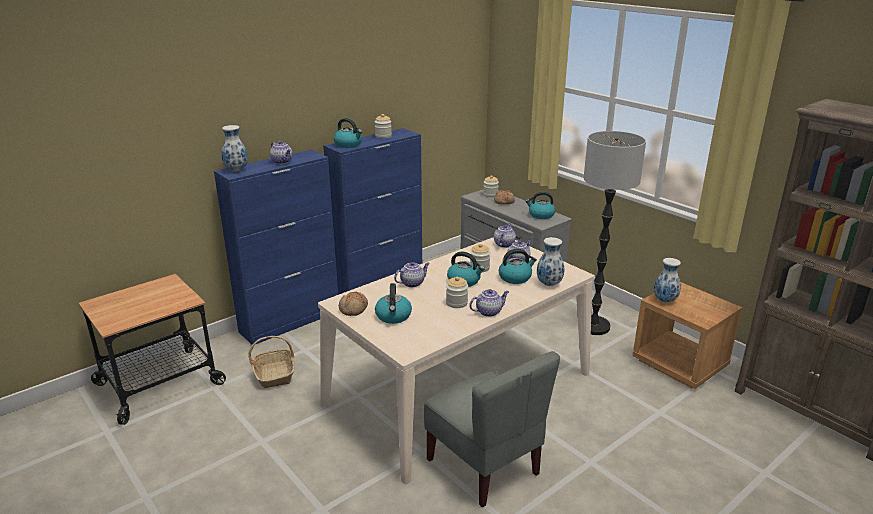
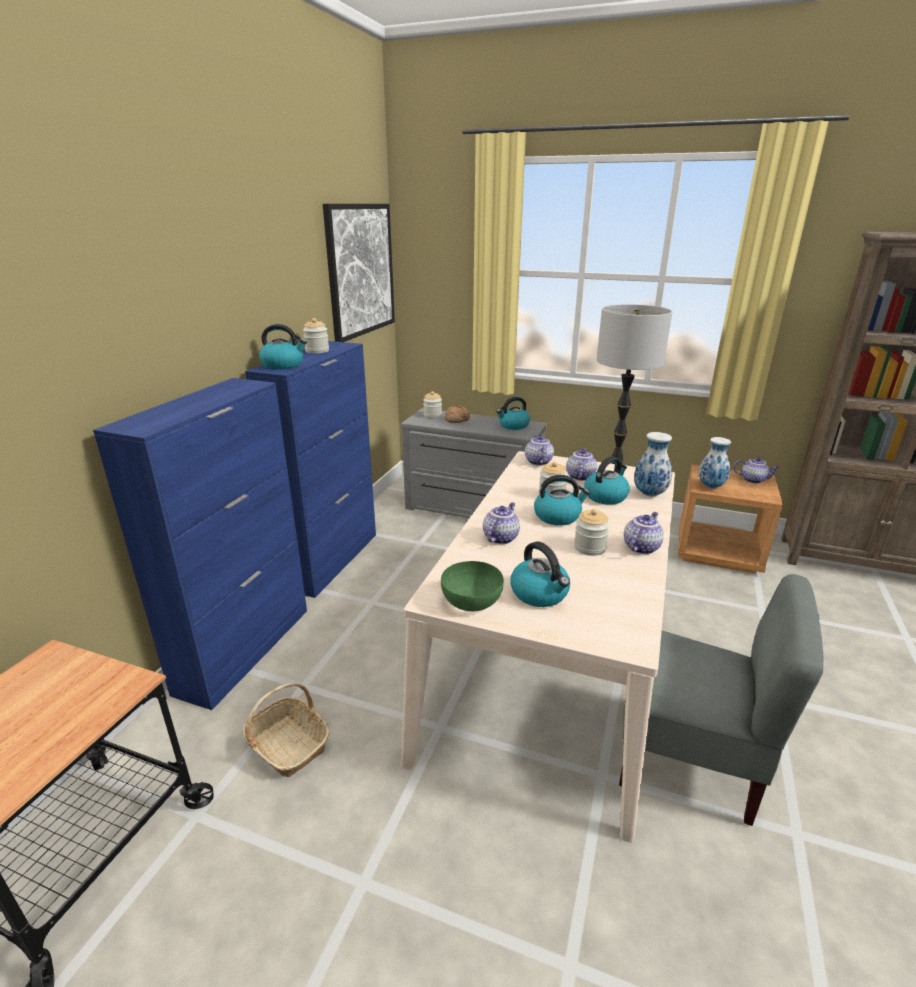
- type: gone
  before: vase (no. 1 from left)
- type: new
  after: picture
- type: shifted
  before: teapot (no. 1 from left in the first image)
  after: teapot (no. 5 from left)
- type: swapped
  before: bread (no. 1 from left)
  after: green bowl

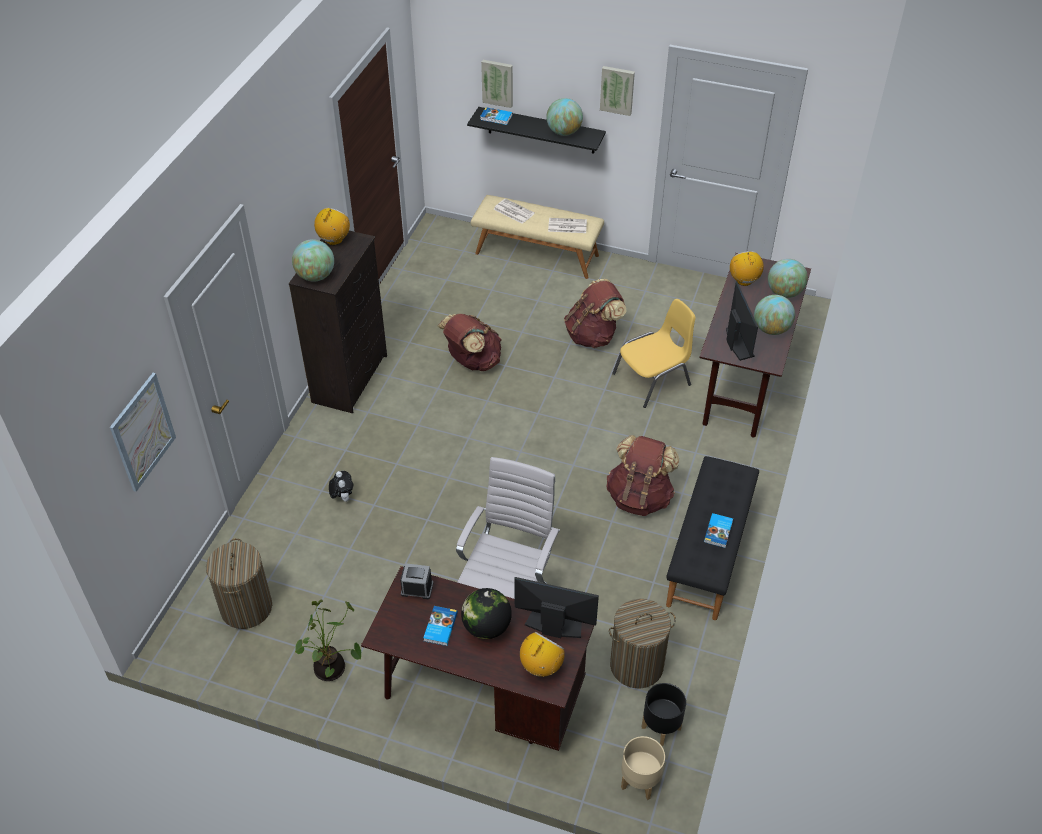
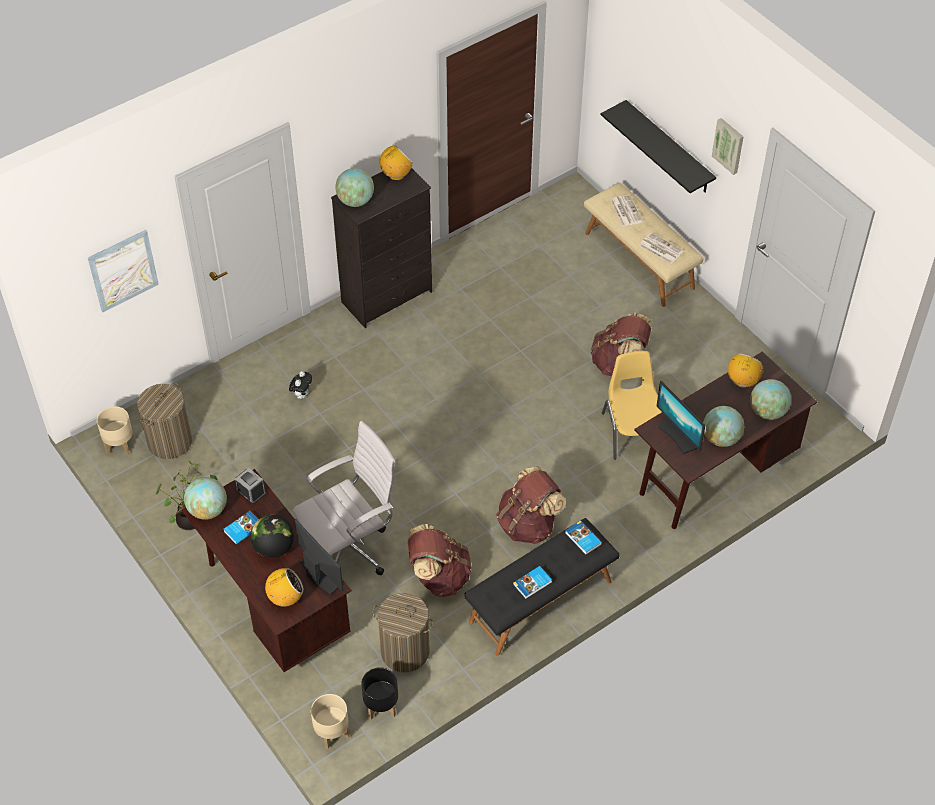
- type: gone
  before: picture (no. 2 from left)
- type: new
  after: beige planter (no. 1 from left)
- type: shifted
  before: brown backpack (no. 1 from left)
- type: shifted
  before: book (no. 2 from left in the first image)
  after: book (no. 3 from left)
- type: shifted
  before: globe (no. 3 from left in the first image)
  after: globe (no. 1 from left)
- type: rotated
  before: yellow chair
  turn: -105
- type: rotated
  before: monitor (no. 2 from left)
  turn: 120

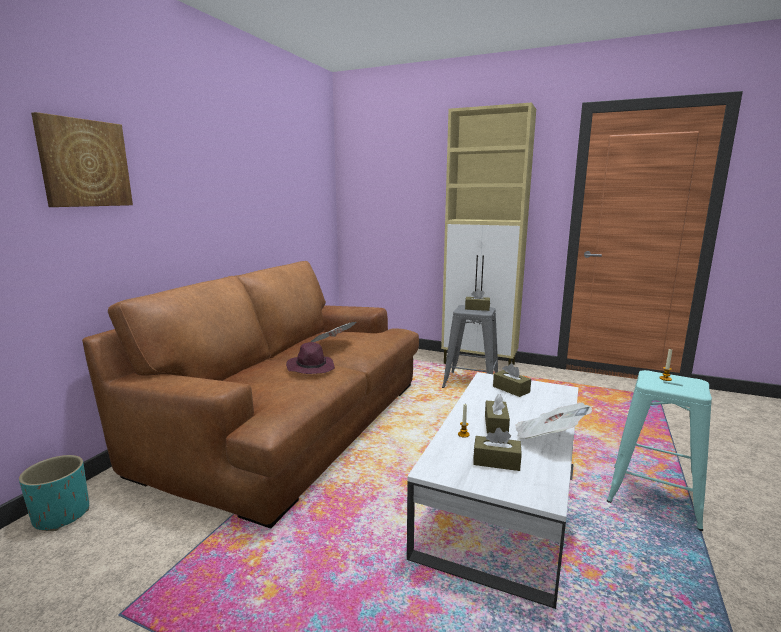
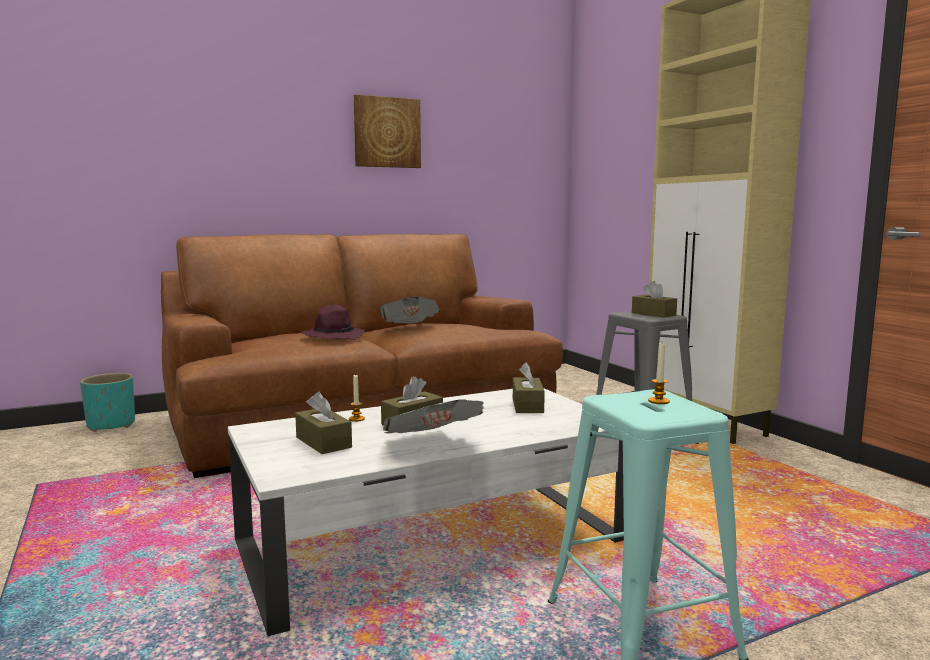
- type: shifted
  before: picture

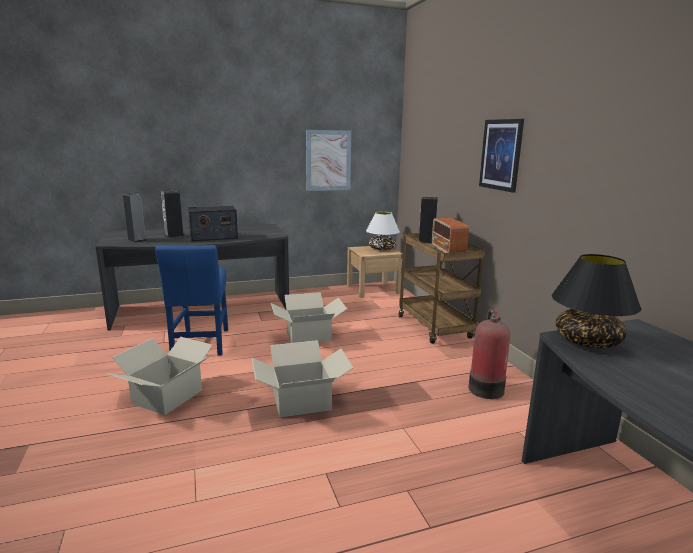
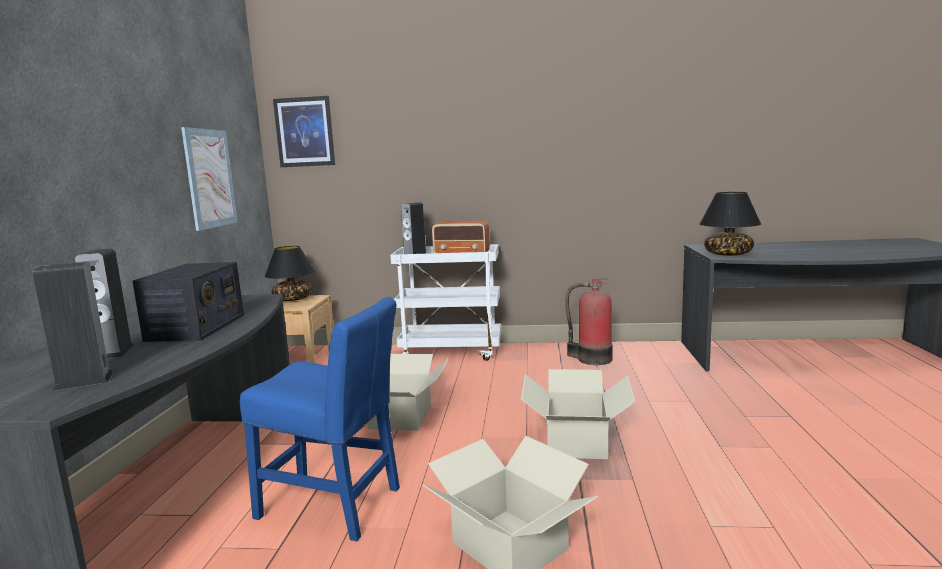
- type: shifted
  before: picture (no. 2 from left)
- type: repainted
  before: white table lamp
  after: black table lamp (no. 1 from left)
- type: repainted
  before: brown cart
  after: white cart

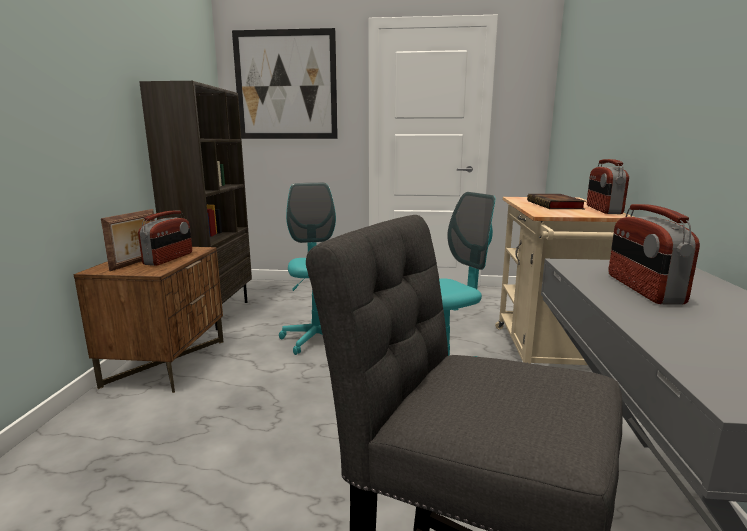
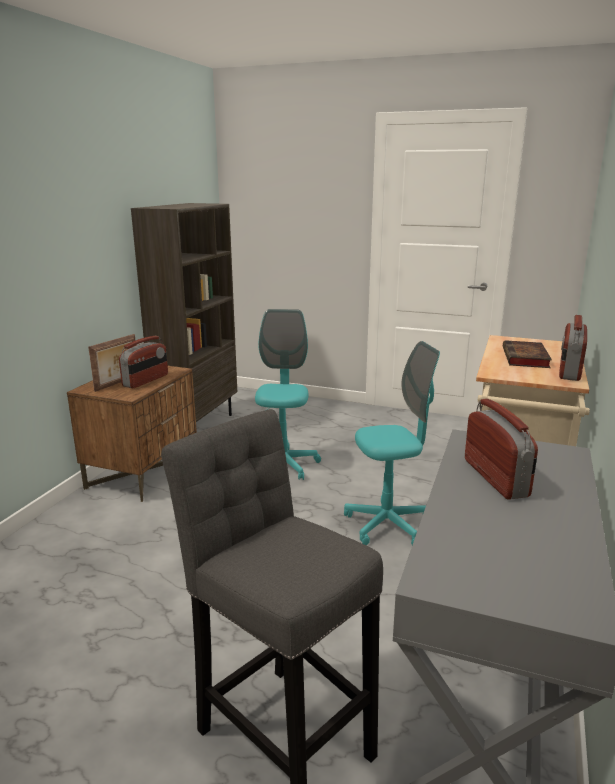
- type: gone
  before: picture
- type: rotated
  before: radio (no. 3 from left in the first image)
  turn: 150

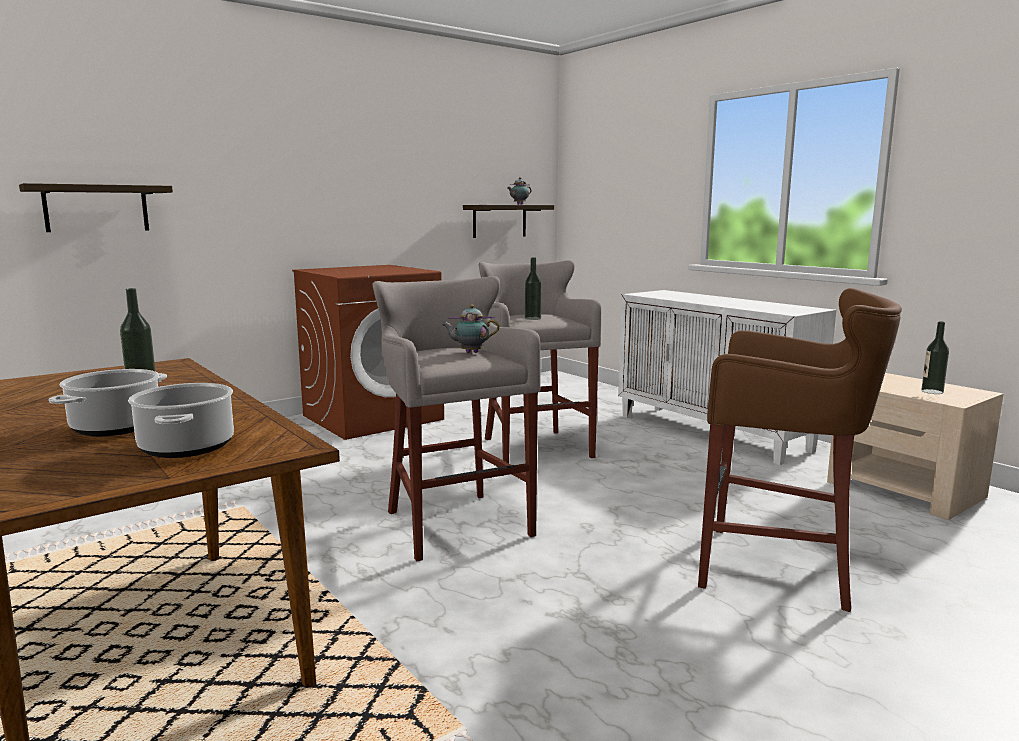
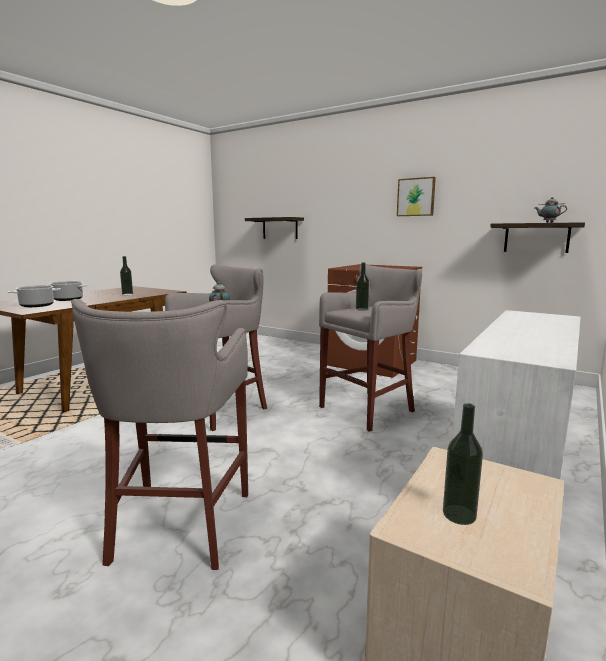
- type: new
  after: picture
- type: repainted
  before: brown stool
  after: grey stool (no. 1 from left)

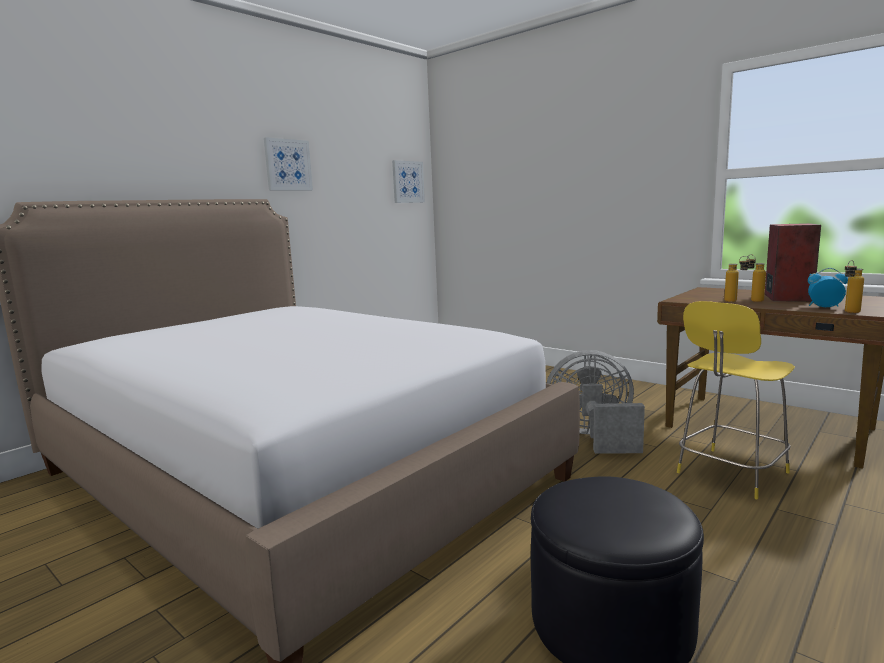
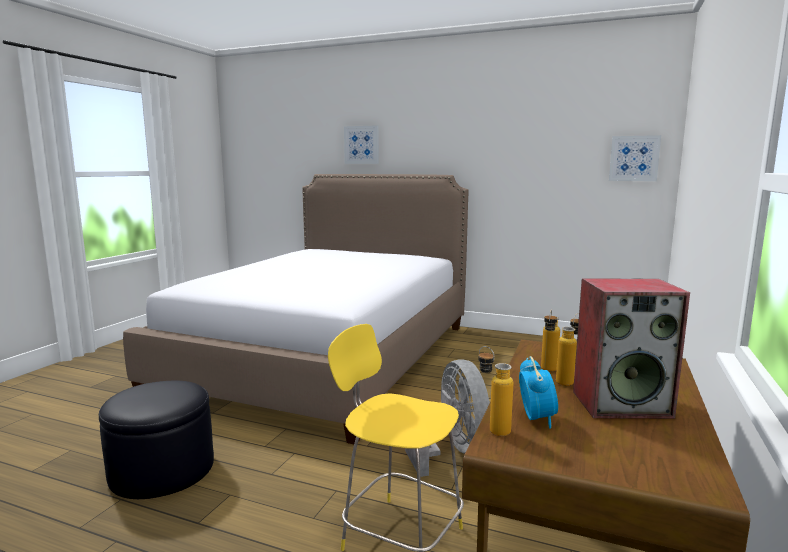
- type: shifted
  before: picture (no. 1 from left)

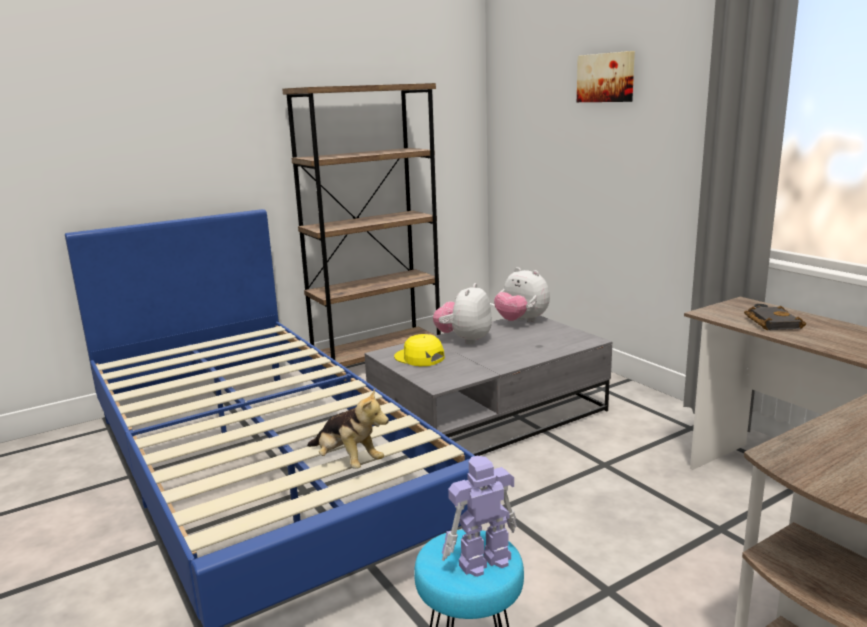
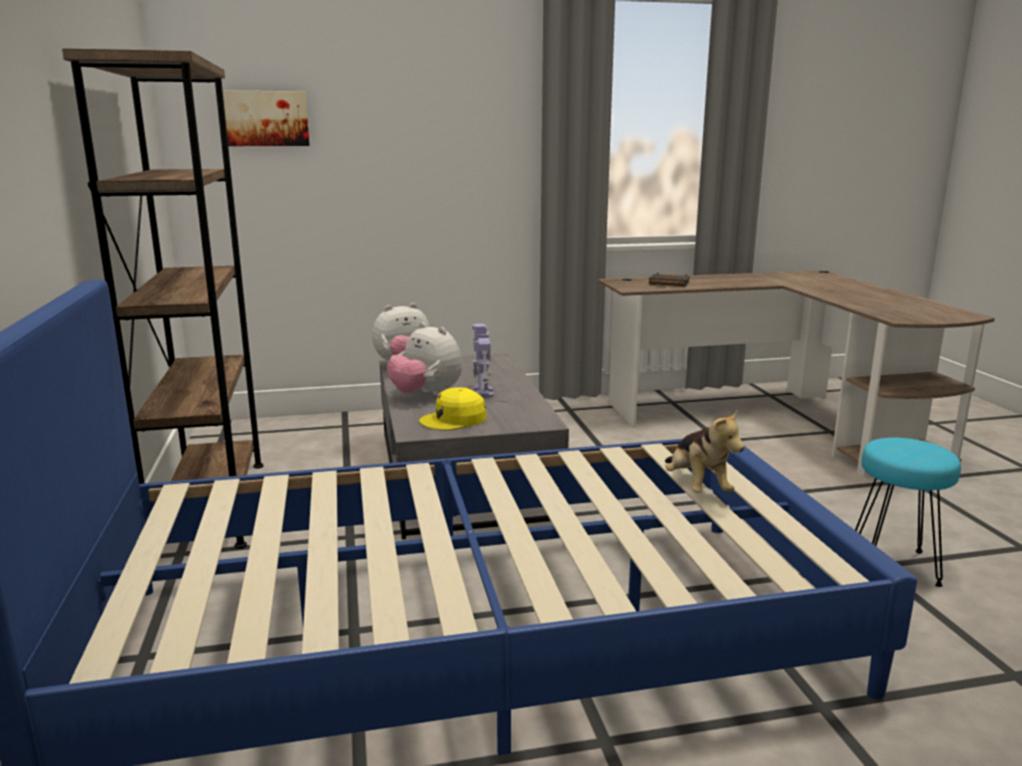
- type: shifted
  before: toy robot
- type: shifted
  before: picture
- type: rotated
  before: plush toy (no. 1 from left in the first image)
  turn: 105

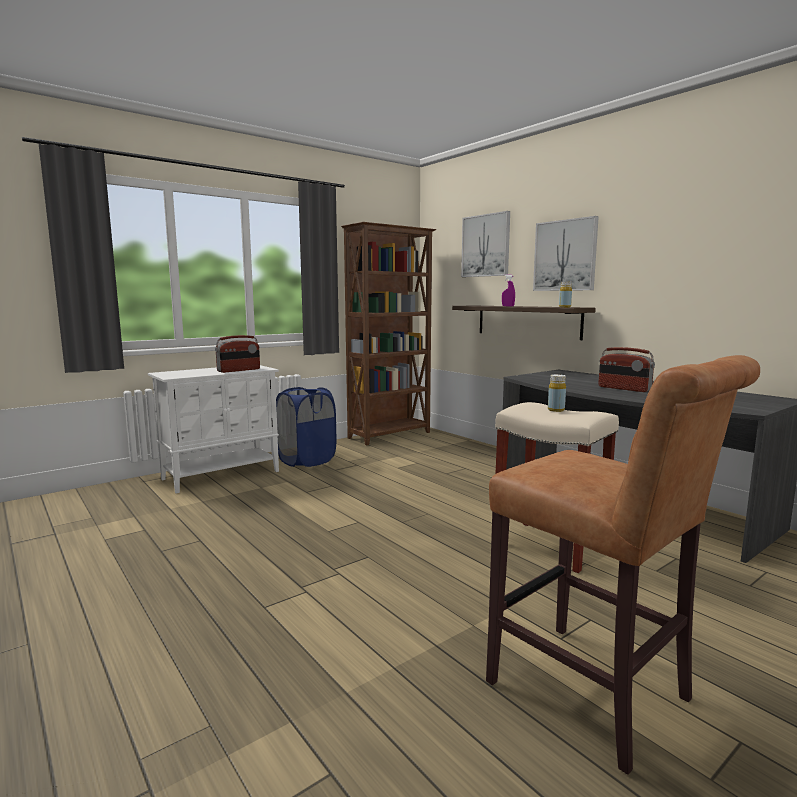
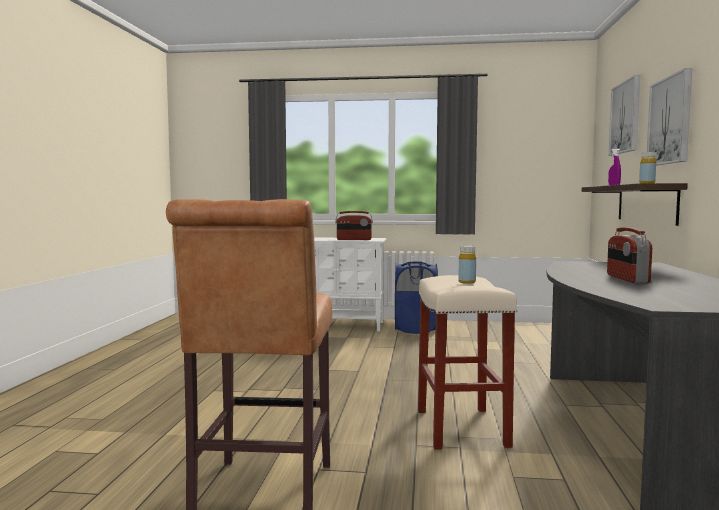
- type: gone
  before: brown bookcase

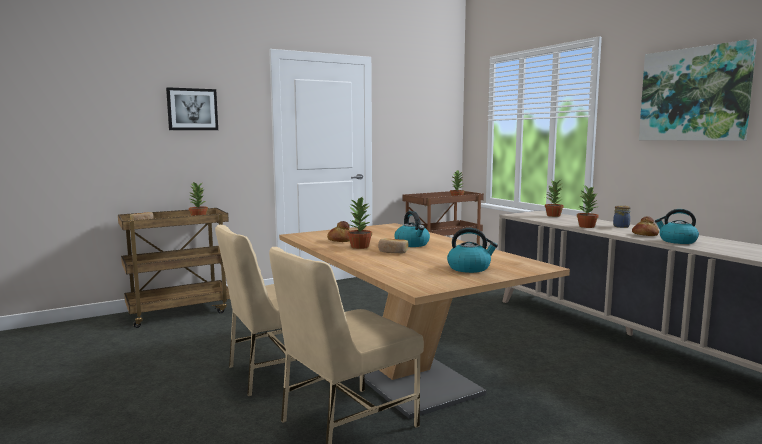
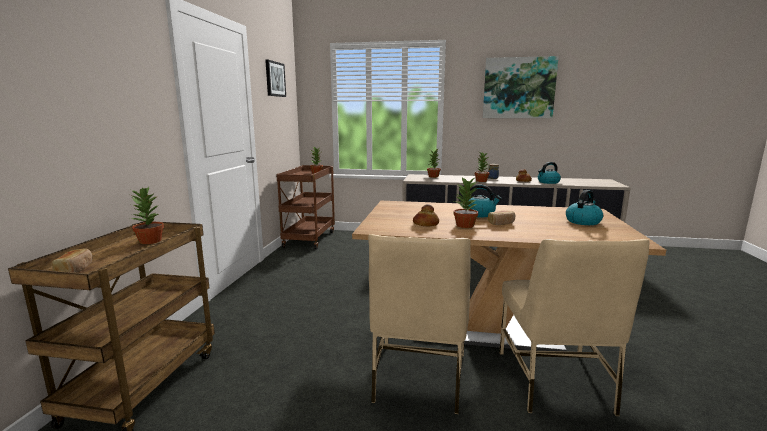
- type: shifted
  before: picture (no. 1 from left)

